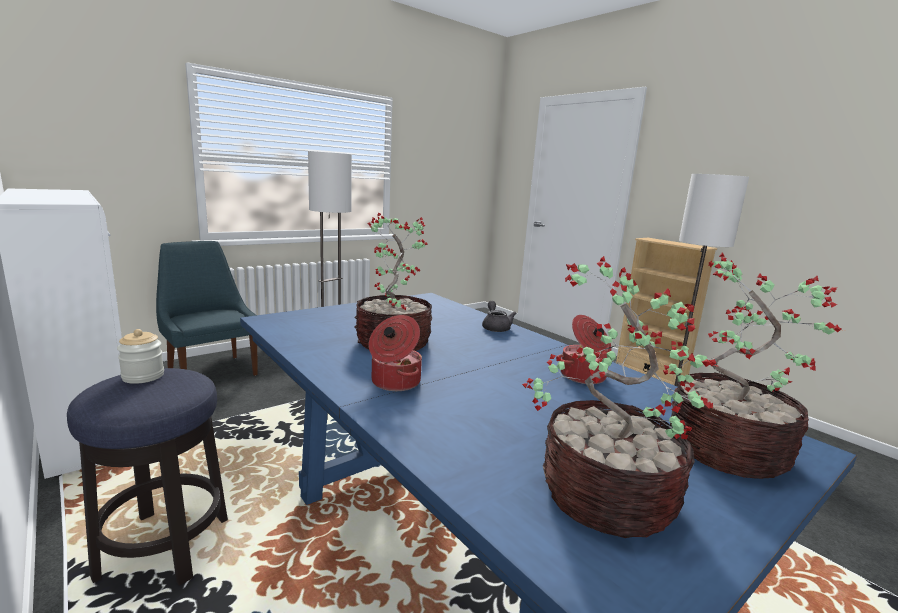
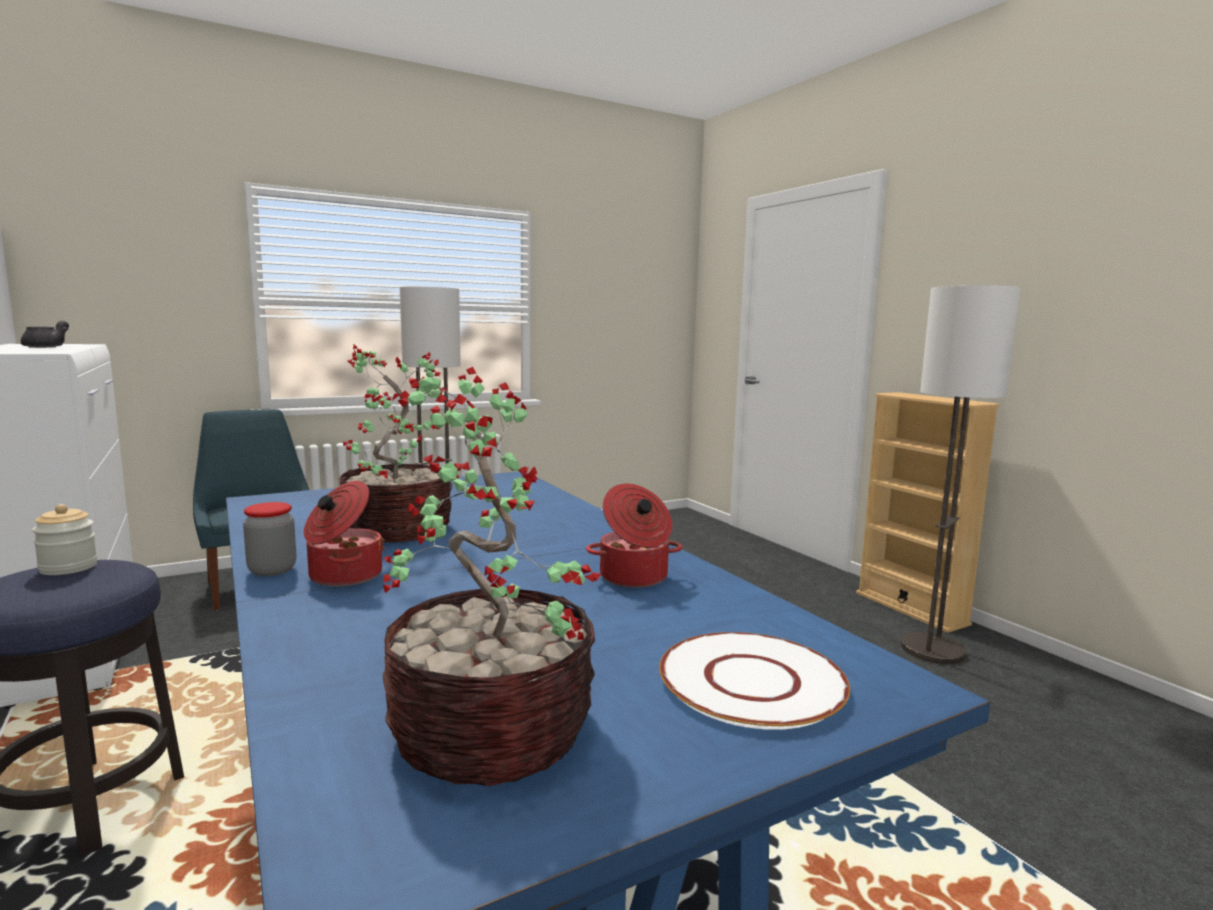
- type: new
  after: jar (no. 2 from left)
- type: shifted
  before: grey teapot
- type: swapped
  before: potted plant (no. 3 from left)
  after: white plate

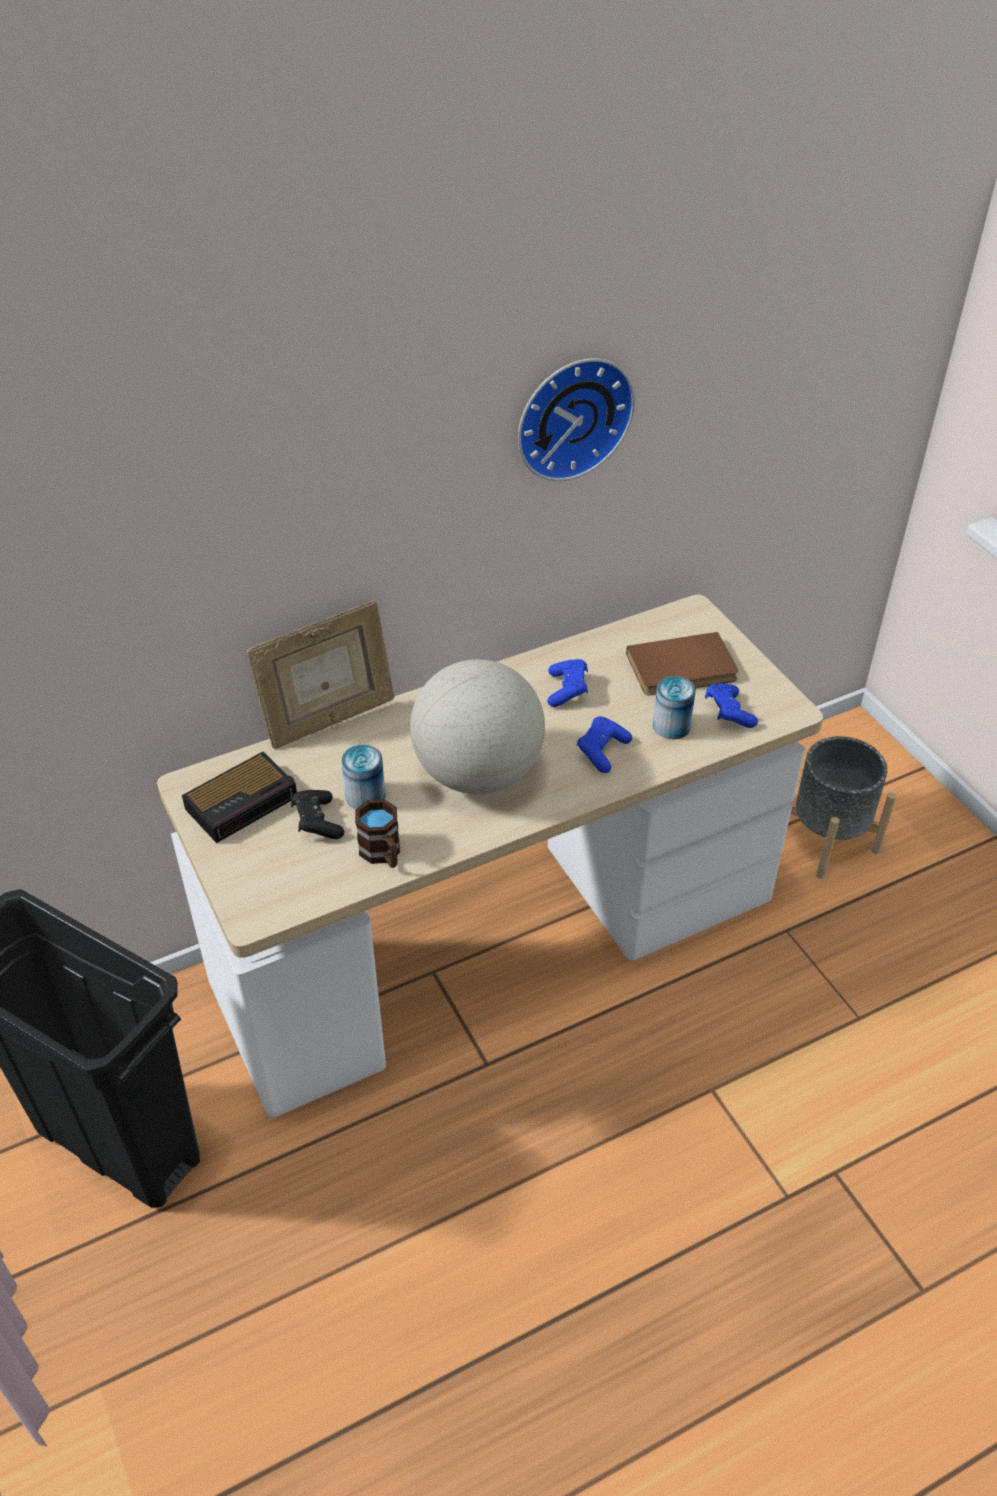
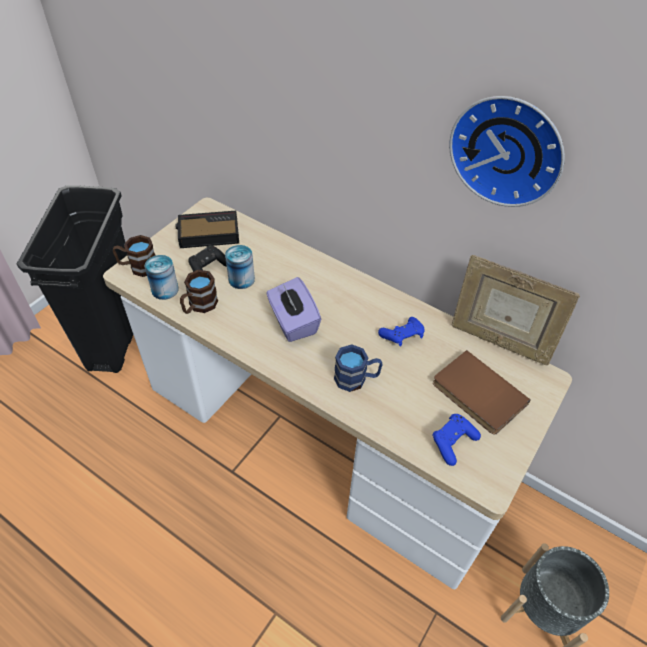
- type: new
  after: brown mug (no. 1 from left)
- type: shifted
  before: picture frame
- type: shifted
  before: can (no. 2 from left in the first image)
  after: can (no. 1 from left)
- type: swapped
  before: globe
  after: purple tissue box
- type: swapped
  before: blue game controller (no. 2 from left)
  after: blue mug
- type: rotated
  before: alarm clock
  turn: 150

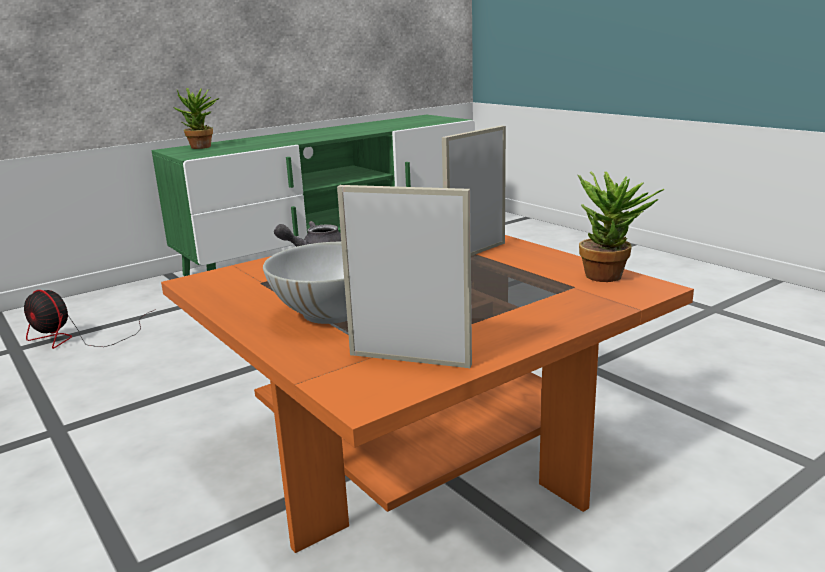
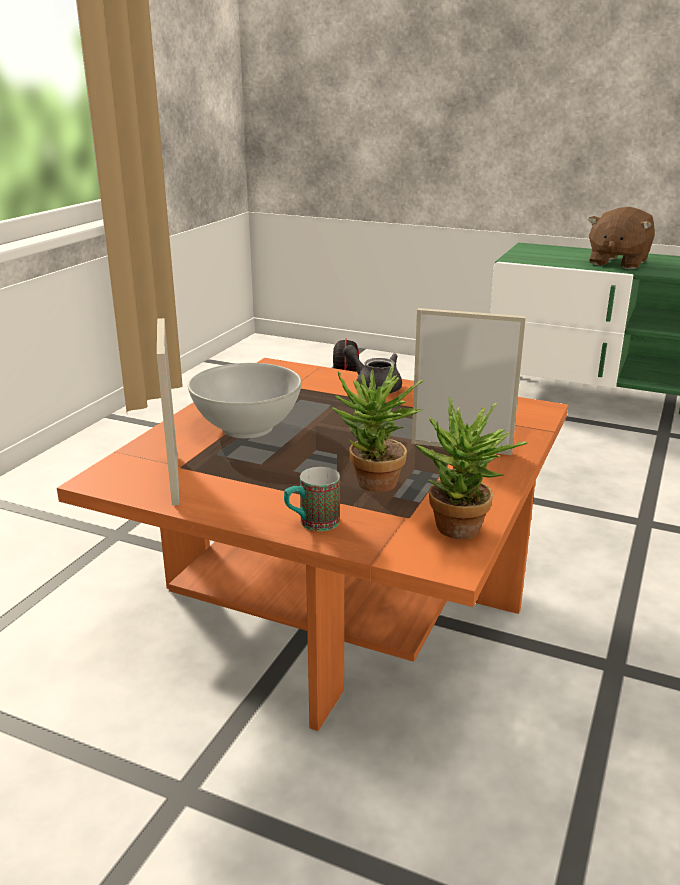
- type: new
  after: mug
- type: new
  after: brown plush toy
- type: shifted
  before: potted plant (no. 1 from left)

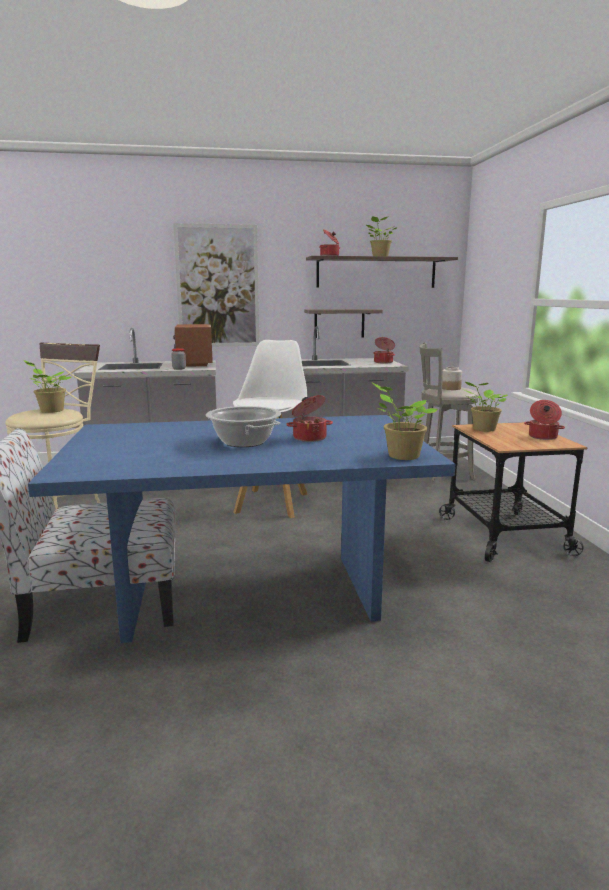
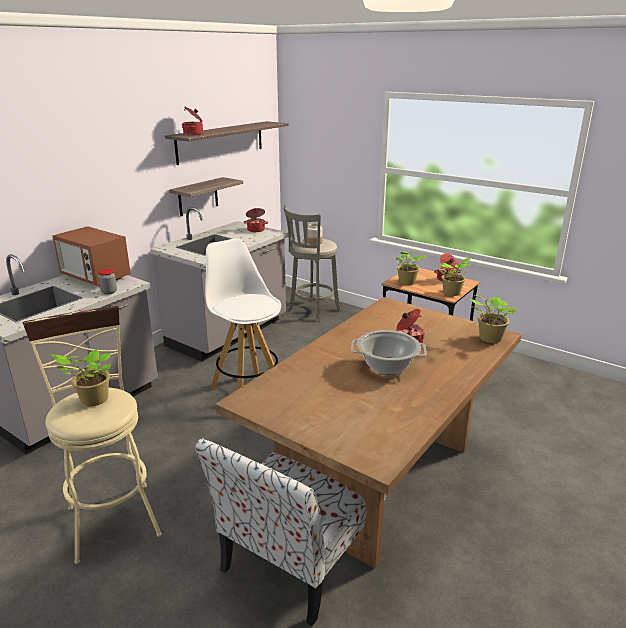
- type: gone
  before: picture
- type: shifted
  before: potted plant (no. 2 from left in the first image)
  after: potted plant (no. 3 from left)
- type: repainted
  before: blue dining table
  after: brown dining table

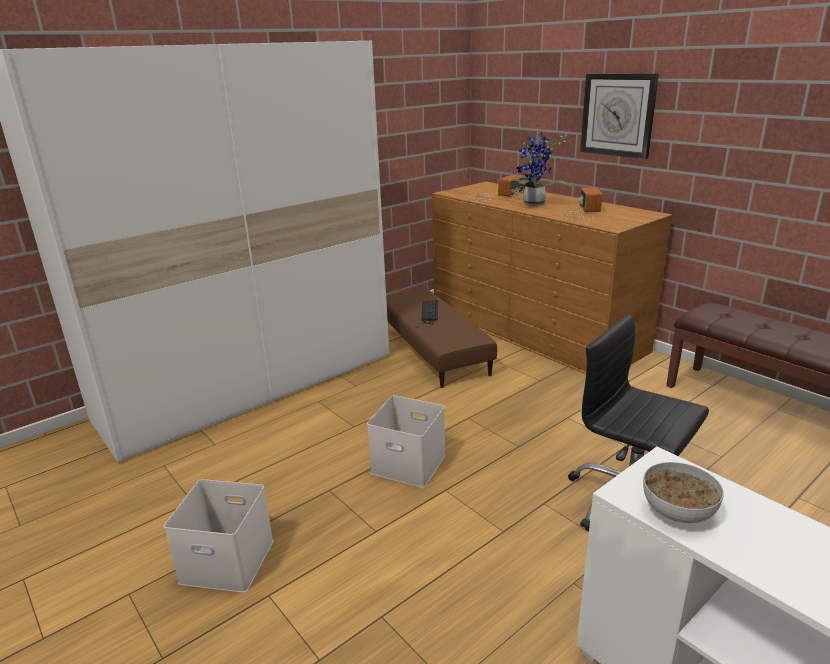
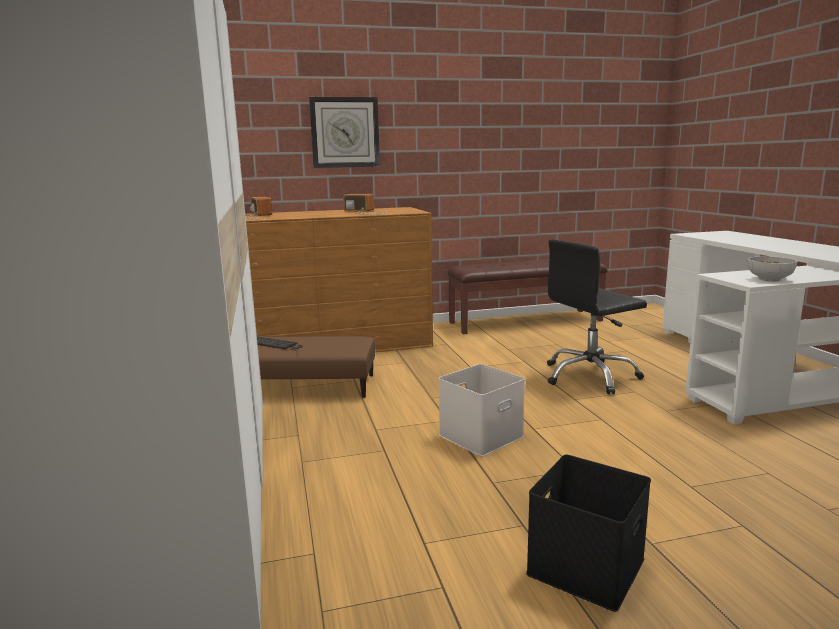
- type: gone
  before: potted plant
- type: repainted
  before: white storage box (no. 1 from left)
  after: black storage box

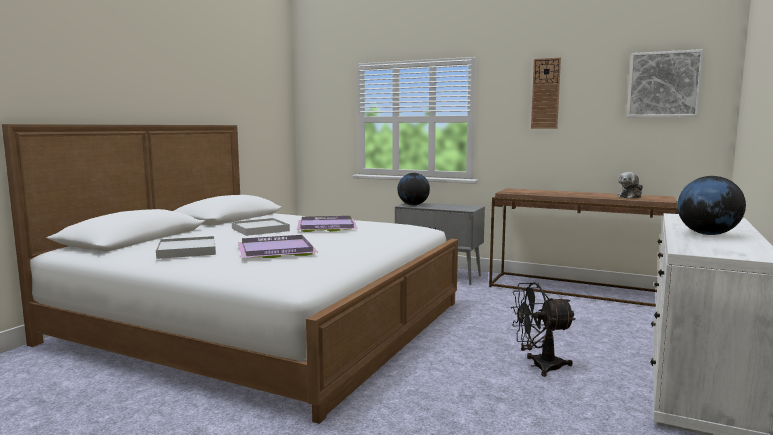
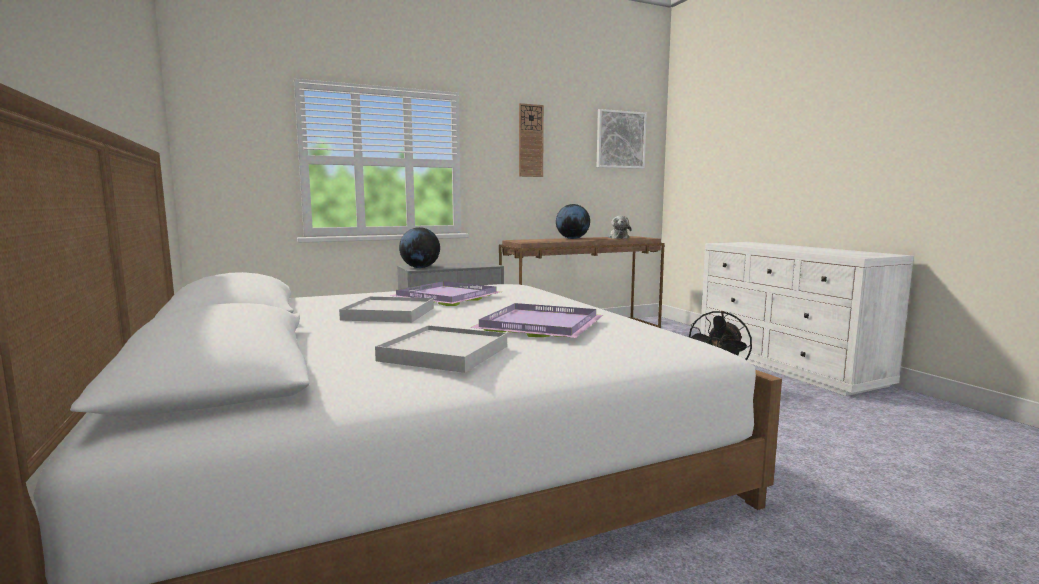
- type: shifted
  before: globe (no. 2 from left)

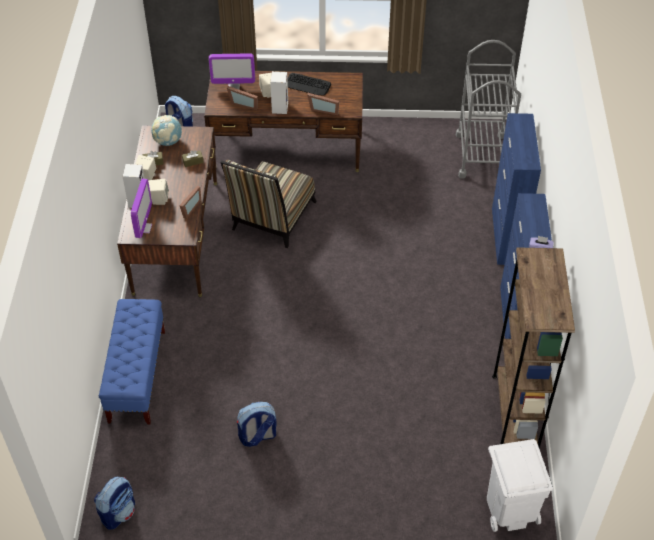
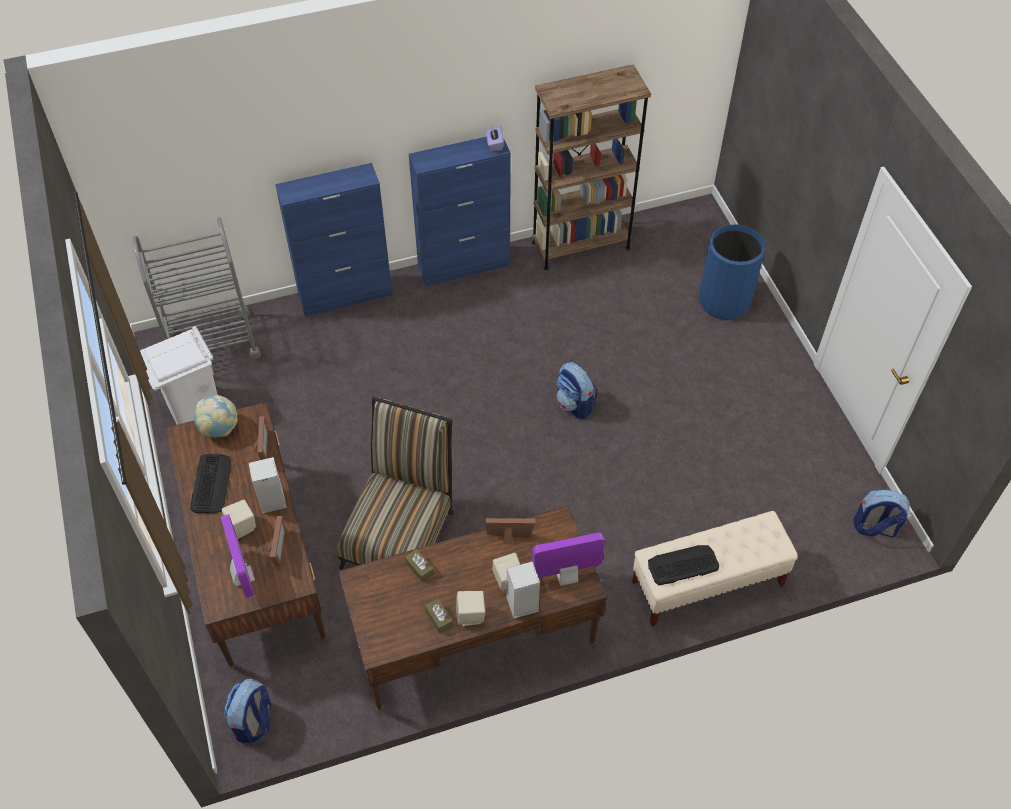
- type: new
  after: keyboard (no. 2 from left)
- type: new
  after: blue trash can
- type: shifted
  before: globe
- type: shifted
  before: backpack (no. 3 from left in the first image)
  after: backpack (no. 2 from left)
- type: shifted
  before: white trash can
- type: repainted
  before: blue bench
  after: beige bench
- type: rotated
  before: chair
  turn: -75

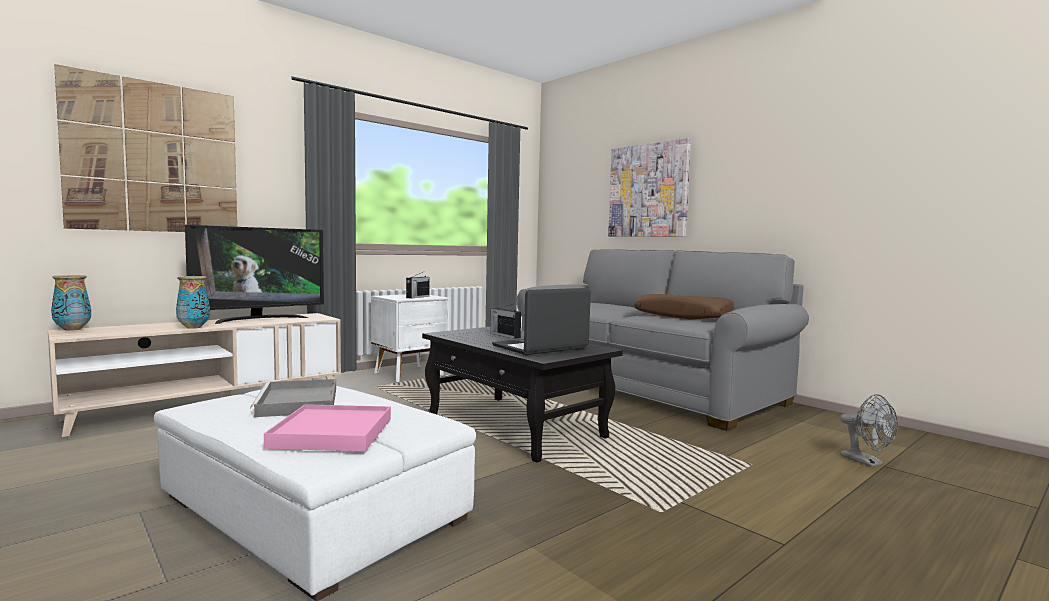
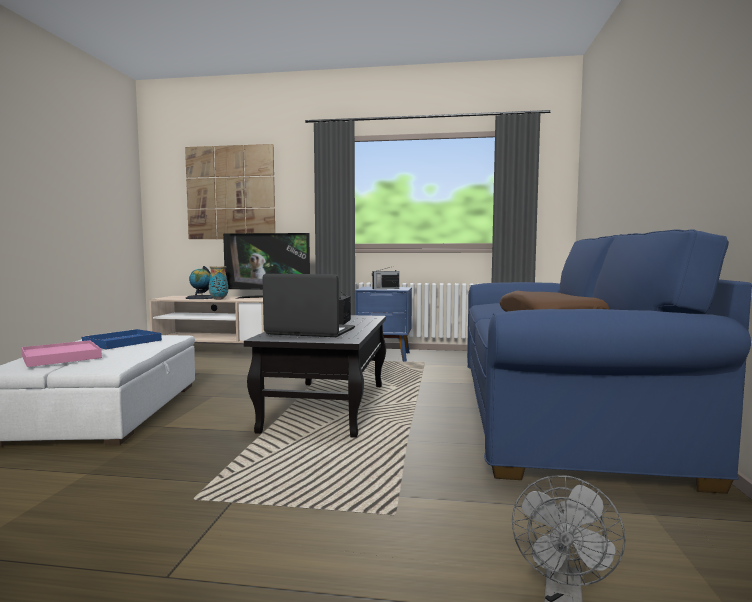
- type: gone
  before: vase (no. 1 from left)
- type: gone
  before: picture (no. 2 from left)
- type: new
  after: globe
- type: repainted
  before: grey tray
  after: blue tray
- type: repainted
  before: white nightstand
  after: blue nightstand
- type: repainted
  before: grey sofa
  after: blue sofa

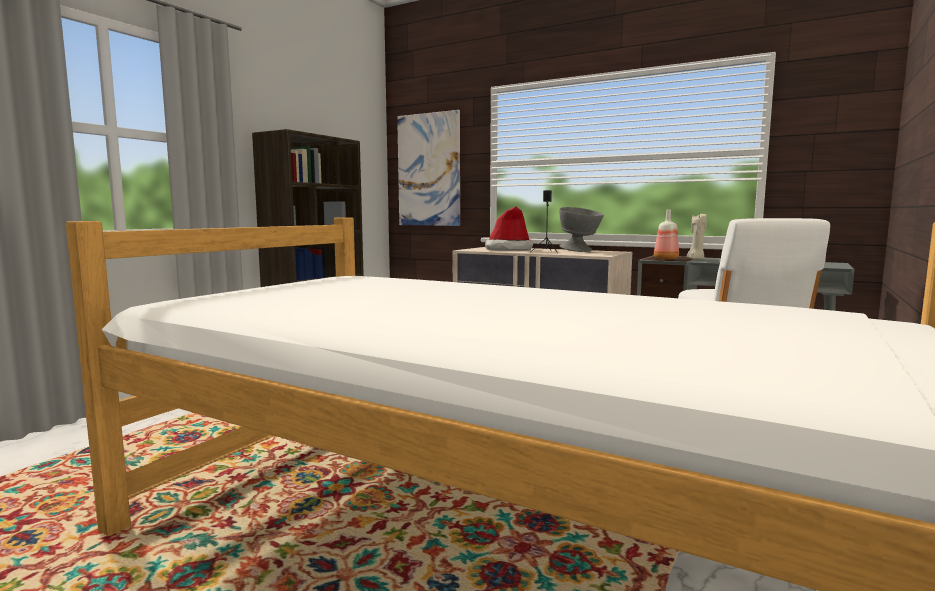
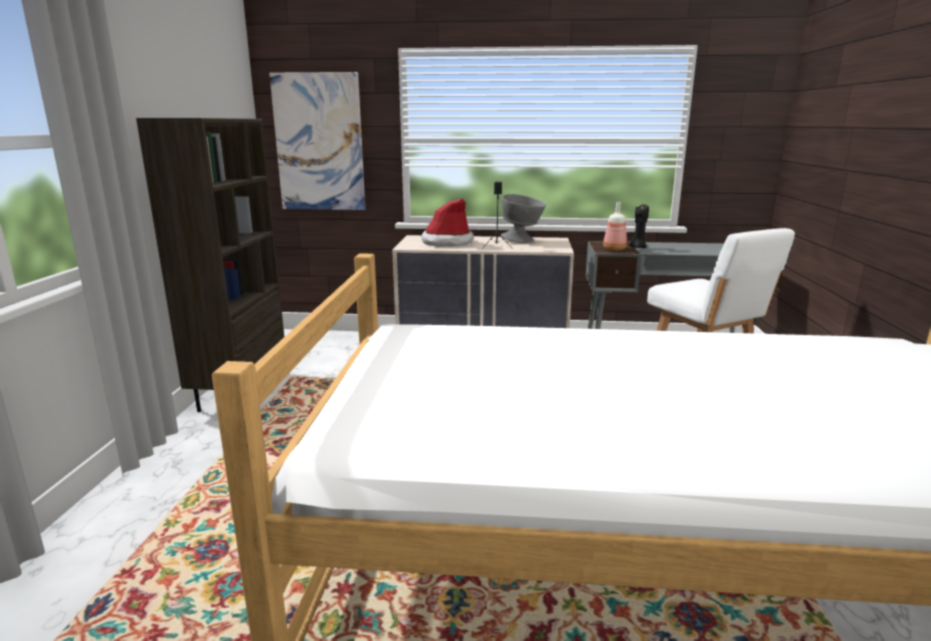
- type: repainted
  before: beige candle
  after: black candle

